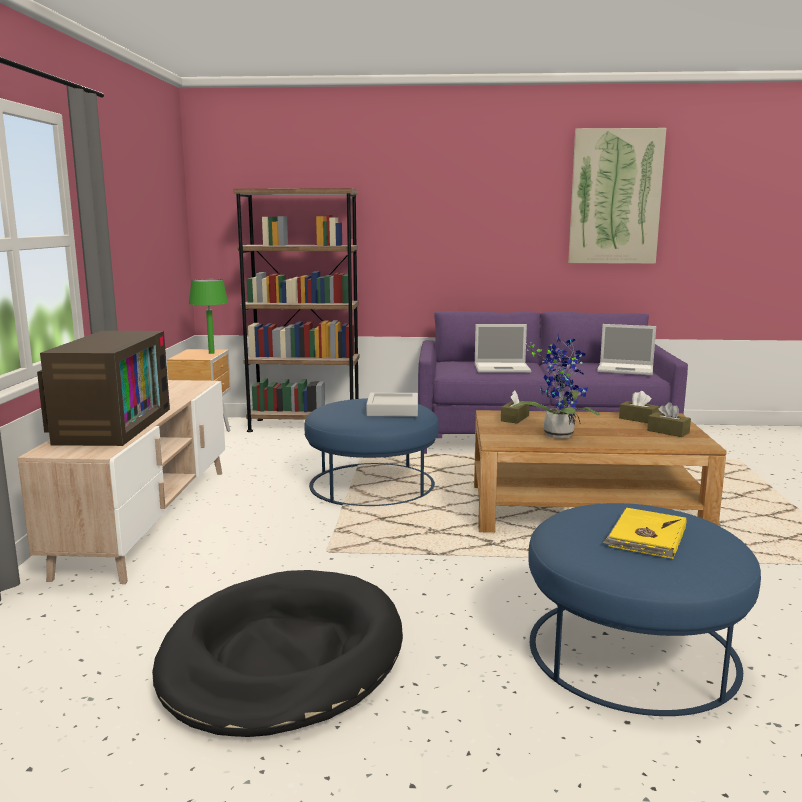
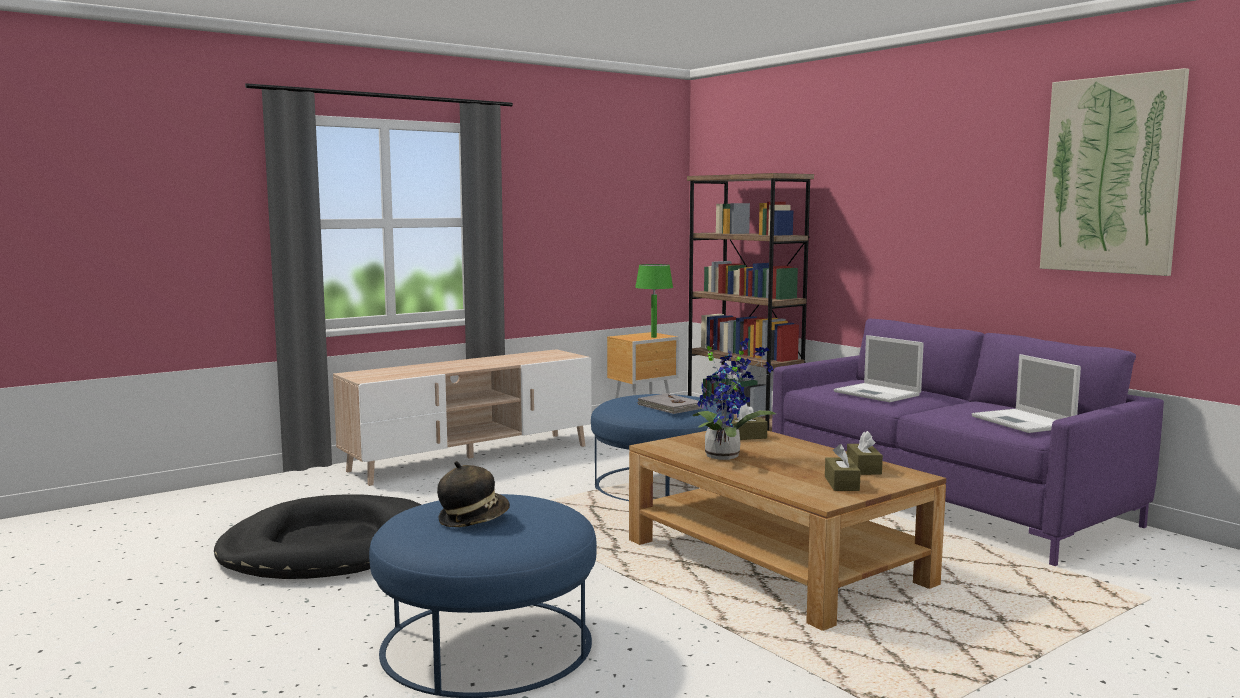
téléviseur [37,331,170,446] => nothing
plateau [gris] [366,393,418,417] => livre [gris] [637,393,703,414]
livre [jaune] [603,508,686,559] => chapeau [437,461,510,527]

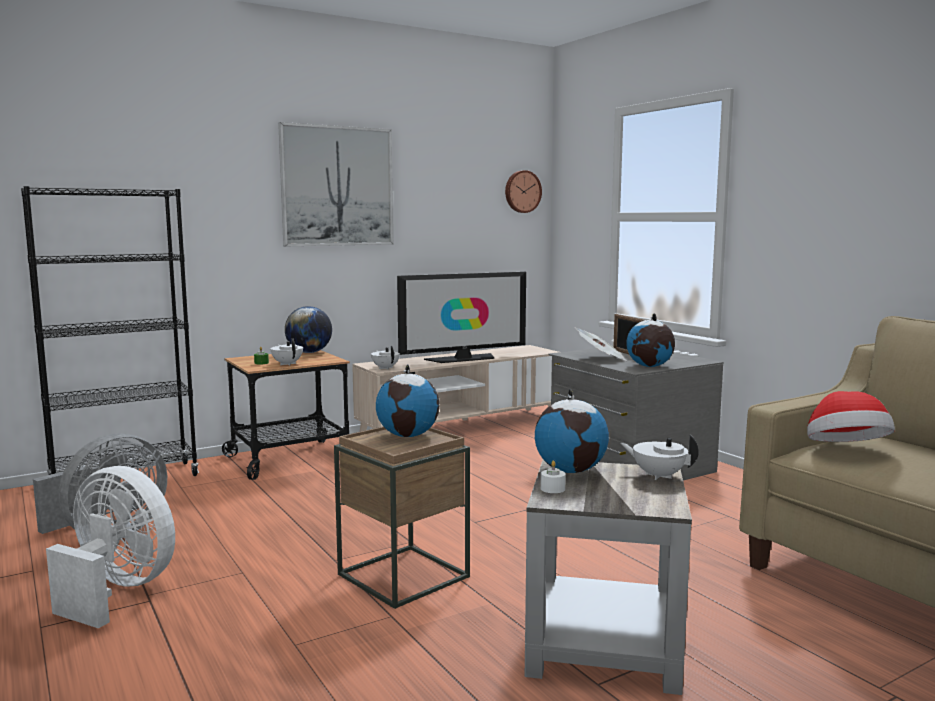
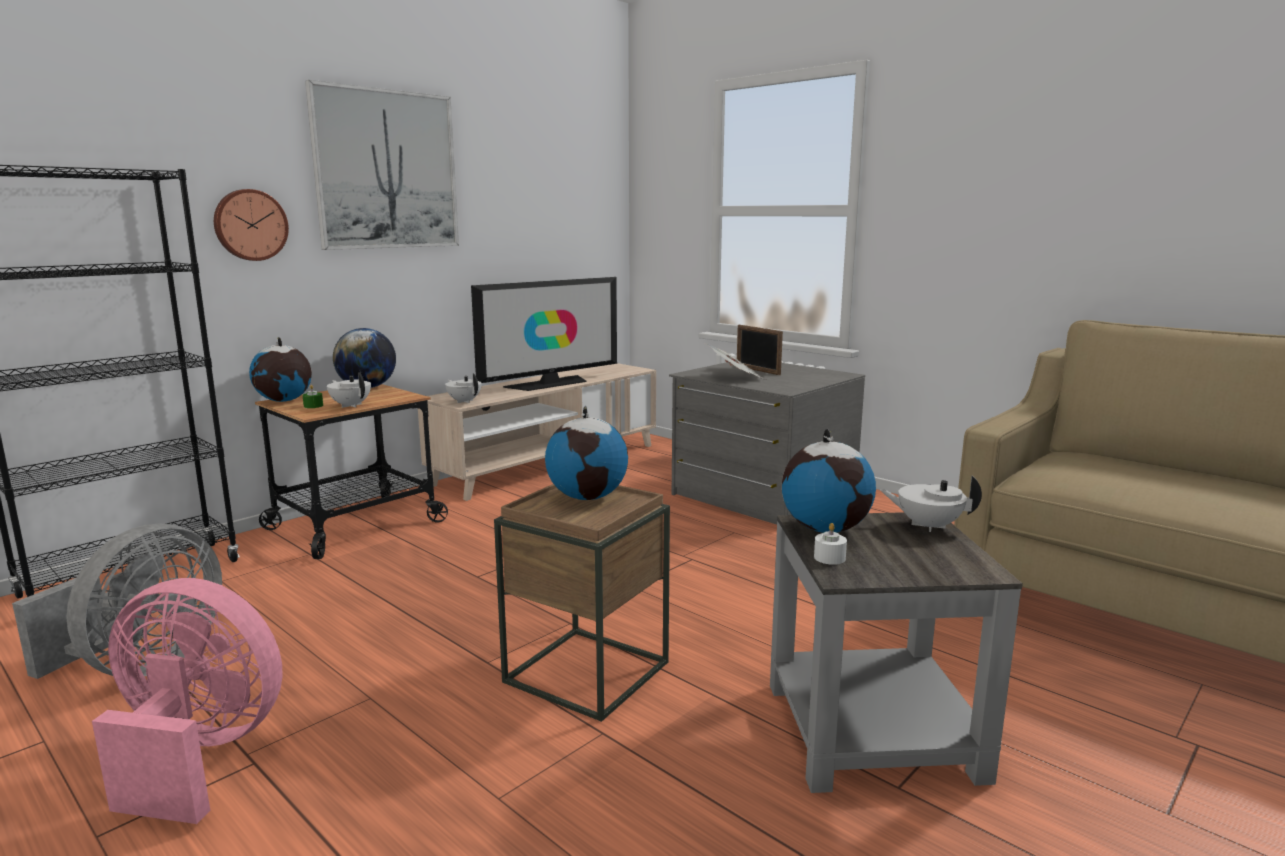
ventilateur [blanc] [46,466,175,629] => ventilateur [rose] [92,578,283,824]
horloge murale [505,170,542,213] => horloge murale [214,189,289,261], move
globe [626,313,675,367] => globe [249,337,312,402], move
chapeau [807,391,895,442] => nothing

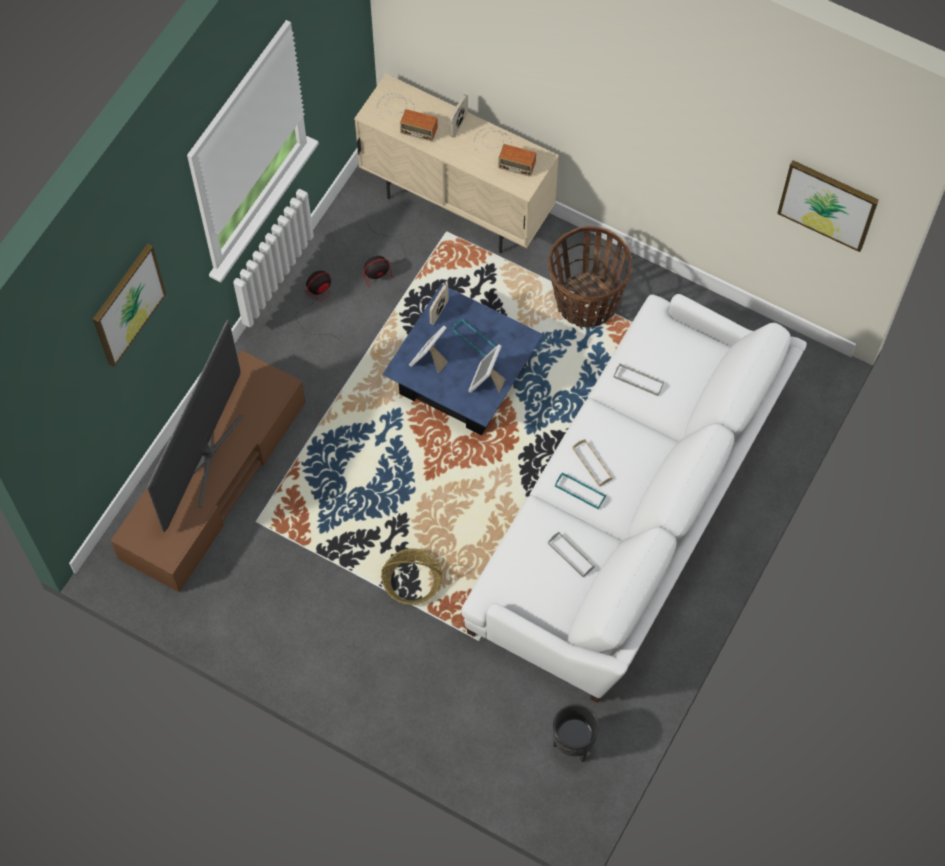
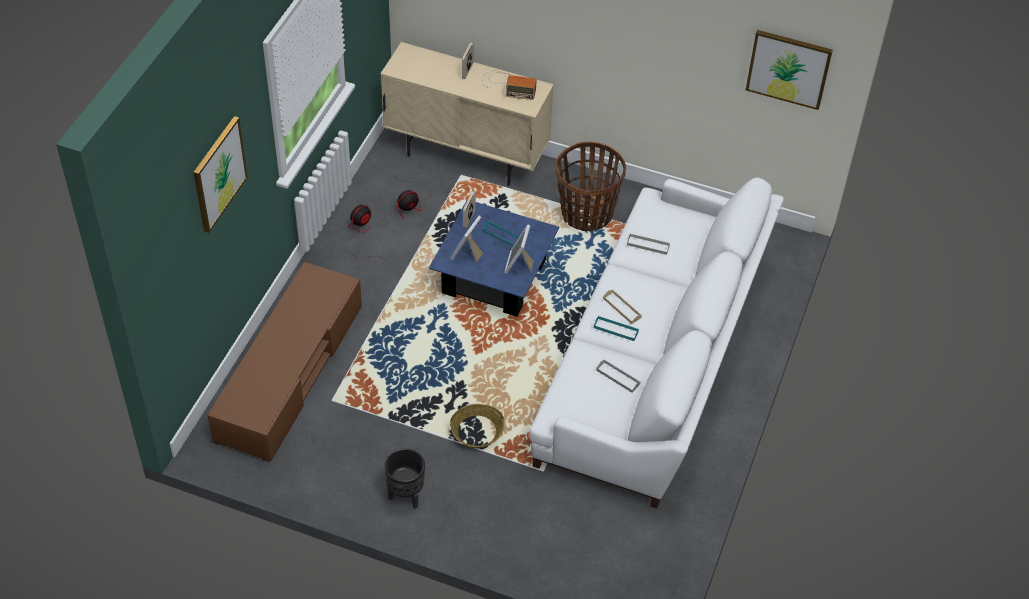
téléviseur [147,320,243,532] => nothing
radio [377,93,438,142] => nothing
cache-pot [noir] [553,704,599,762] => cache-pot [noir] [384,448,425,509], move

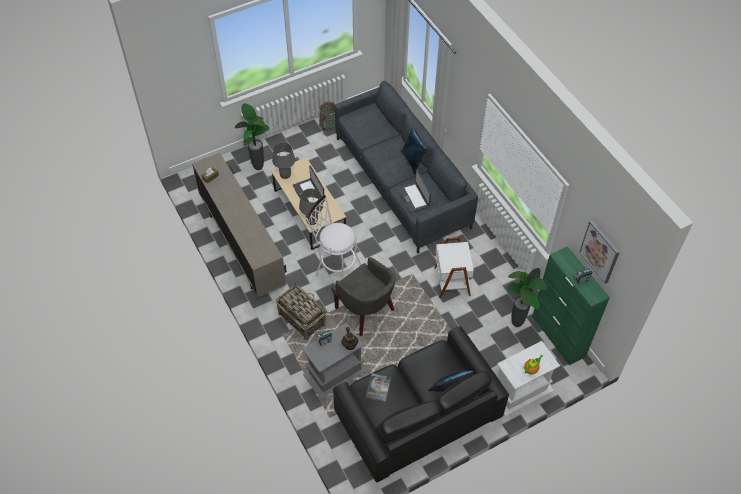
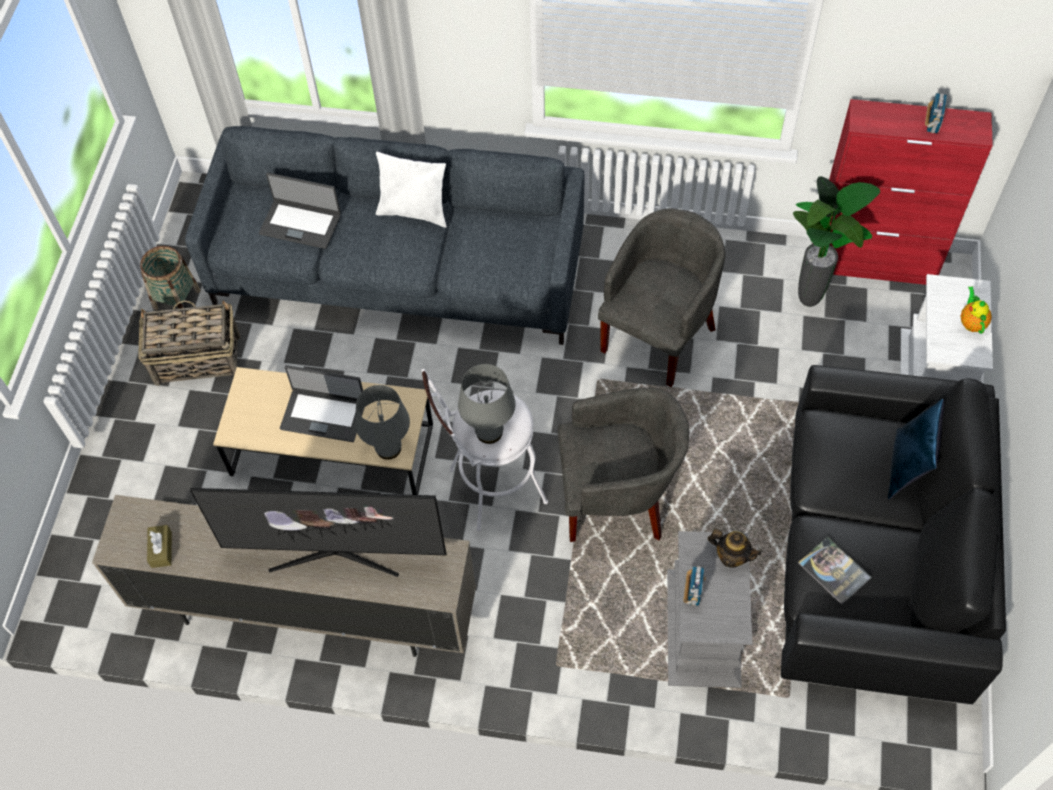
plante en pot [234,103,269,170] => nothing
lampe de table [gris] [272,143,295,179] => lampe de table [gris] [458,364,516,444], move
panier [276,283,326,340] => panier [138,300,241,386], move
ordinateur portable [397,169,431,213] => ordinateur portable [259,172,341,249], move
coussin [bleu] [401,127,427,174] => coussin [blanc] [376,151,447,228]
table d'appoint [blanc] [434,237,474,299] => fauteuil [gris] [598,208,725,387]
meuble de rangement [vert] [532,246,610,365] => meuble de rangement [rouge] [812,99,993,285]
tableau [579,220,620,284] => nothing
nothing => téléviseur [190,488,447,577]

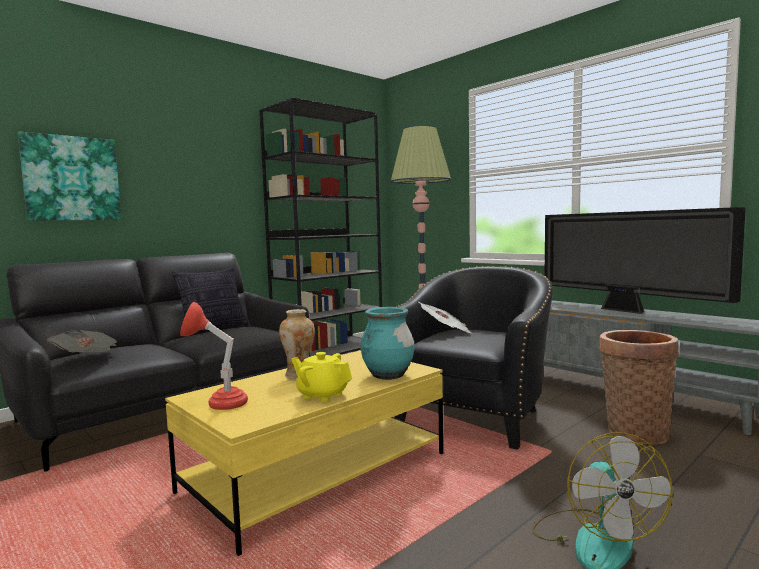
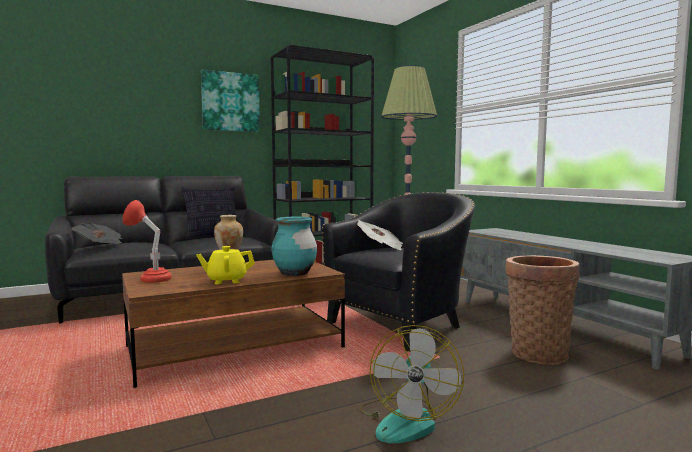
tableau [18,132,121,221] => tableau [201,70,260,132], move
table basse [jaune] [165,350,443,556] => table basse [marron] [122,260,345,388]
théière [jaune] [291,352,352,402] => théière [jaune] [196,246,255,284], 60 degrees counterclockwise
téléviseur [545,207,746,314] => nothing

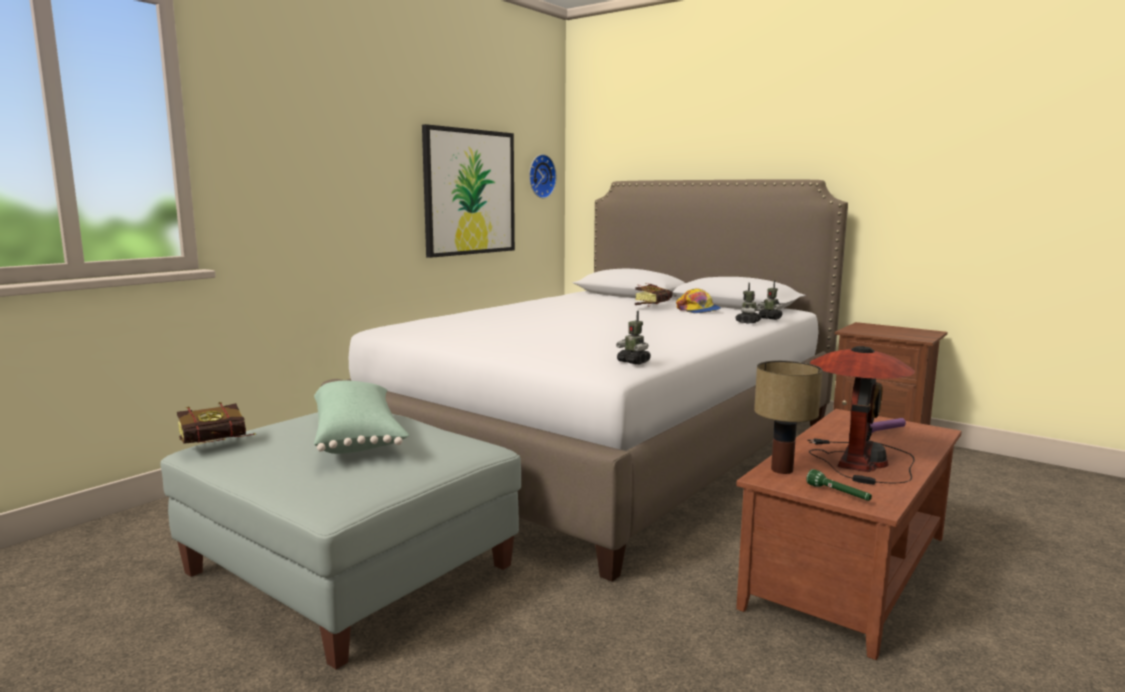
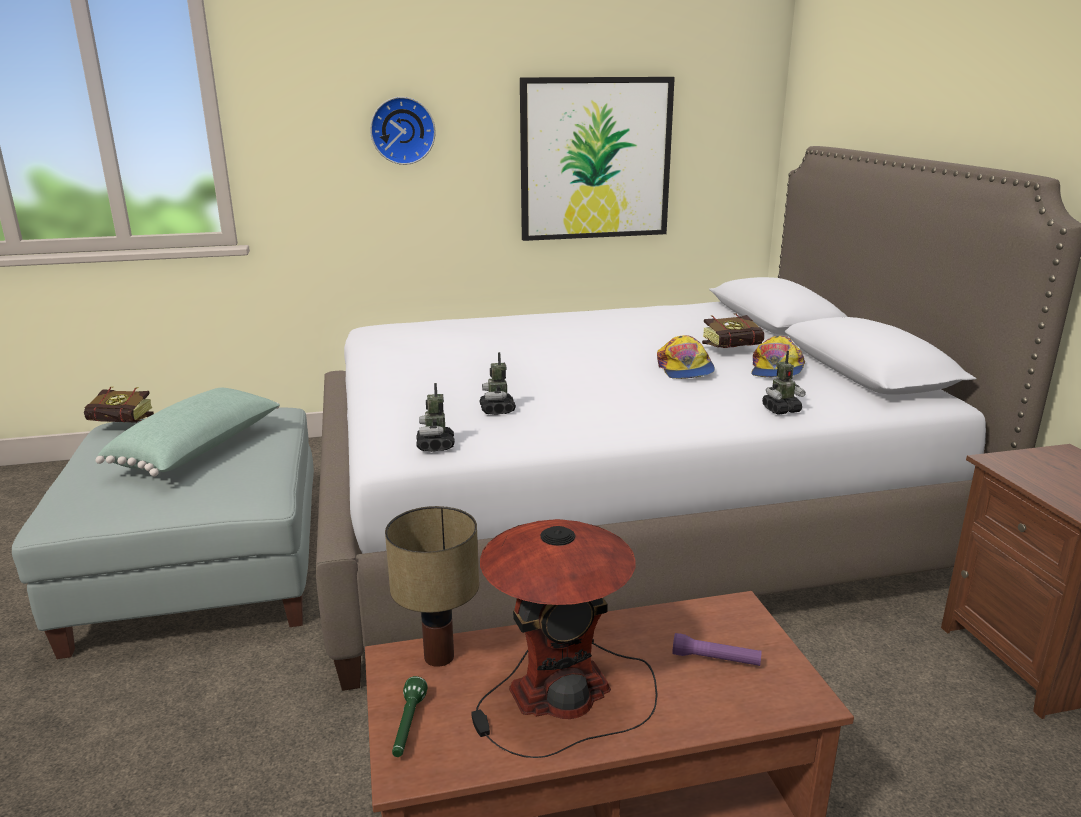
horloge murale [529,154,557,198] => horloge murale [370,97,435,165], move
robot jouet [758,280,782,320] => robot jouet [480,352,516,415], move
nothing => casquette [657,335,715,379]

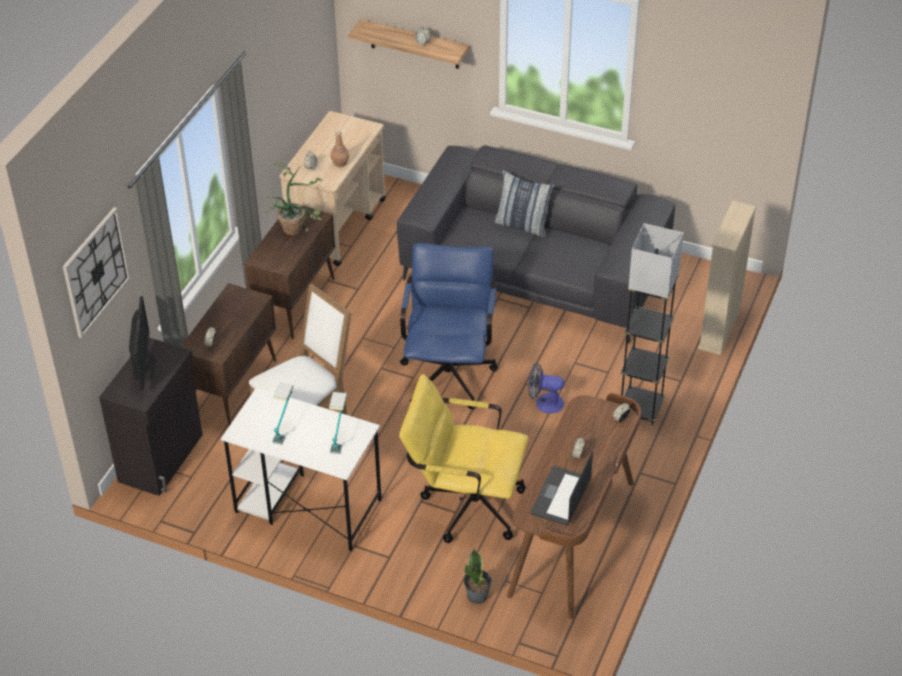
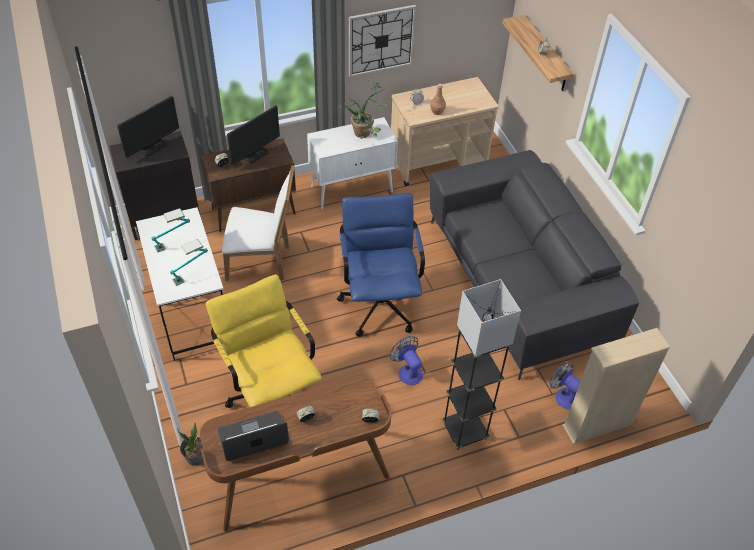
horloge murale [62,207,131,338] => horloge murale [349,5,416,77], move
meuble de rangement [marron] [244,206,335,339] => meuble de rangement [blanc] [307,117,398,209]
chaise de bureau [bleu] [400,243,499,409] => chaise de bureau [bleu] [337,193,425,337], 60 degrees counterclockwise
coussin [494,170,554,238] => nothing
nothing => écran d'ordinateur [227,105,280,165]
nothing => ventilateur [550,361,581,410]

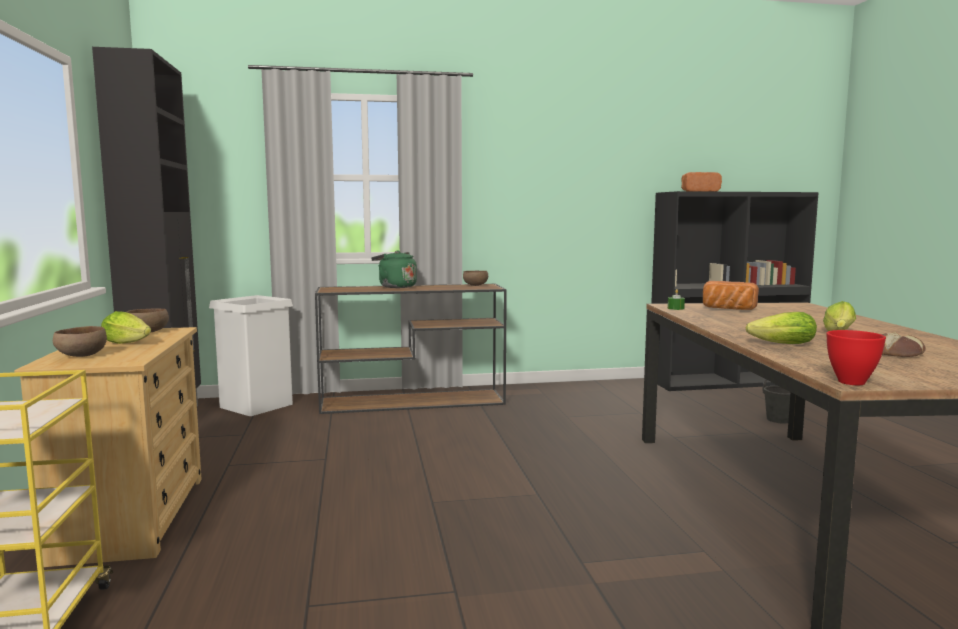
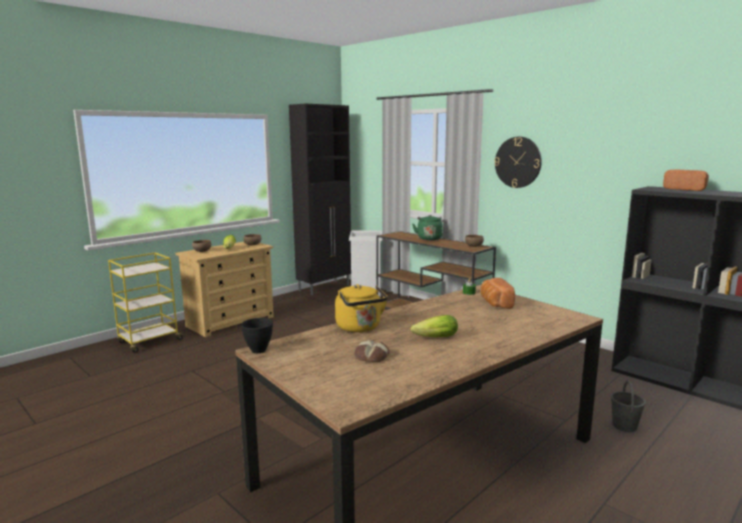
laitue [746,312,817,344] => bouilloire [jaune] [335,284,388,332]
bol [rouge] [826,330,886,385] => bol [noir] [241,318,273,353]
nothing => horloge murale [494,137,542,188]

